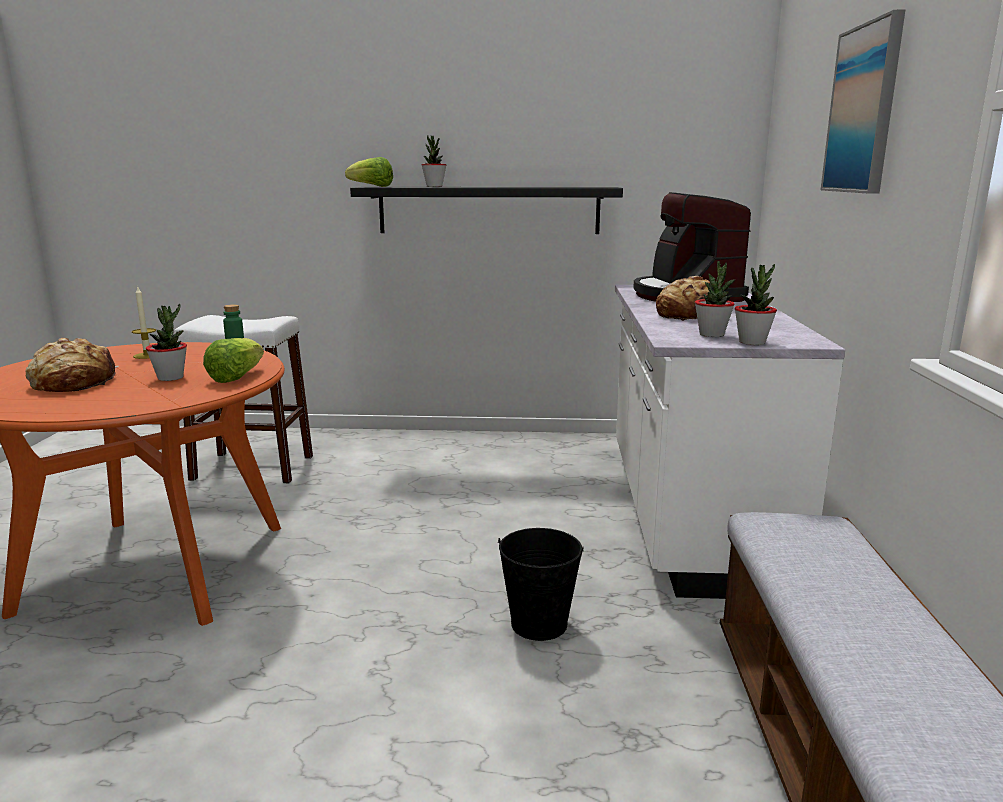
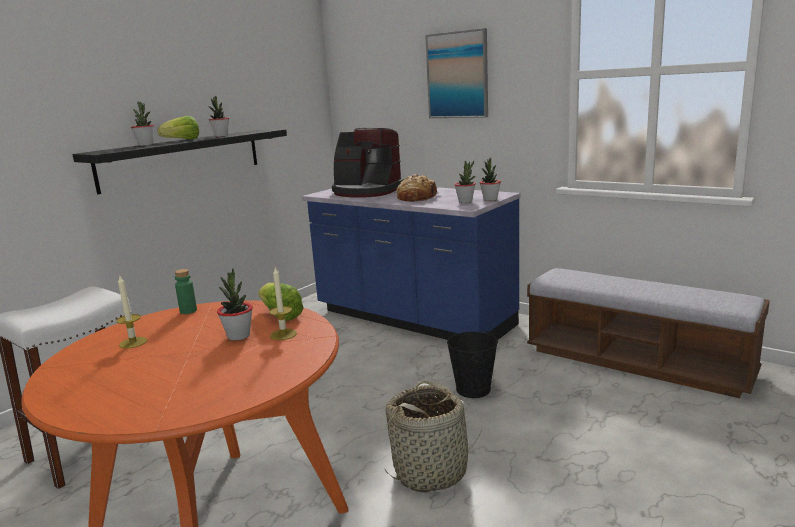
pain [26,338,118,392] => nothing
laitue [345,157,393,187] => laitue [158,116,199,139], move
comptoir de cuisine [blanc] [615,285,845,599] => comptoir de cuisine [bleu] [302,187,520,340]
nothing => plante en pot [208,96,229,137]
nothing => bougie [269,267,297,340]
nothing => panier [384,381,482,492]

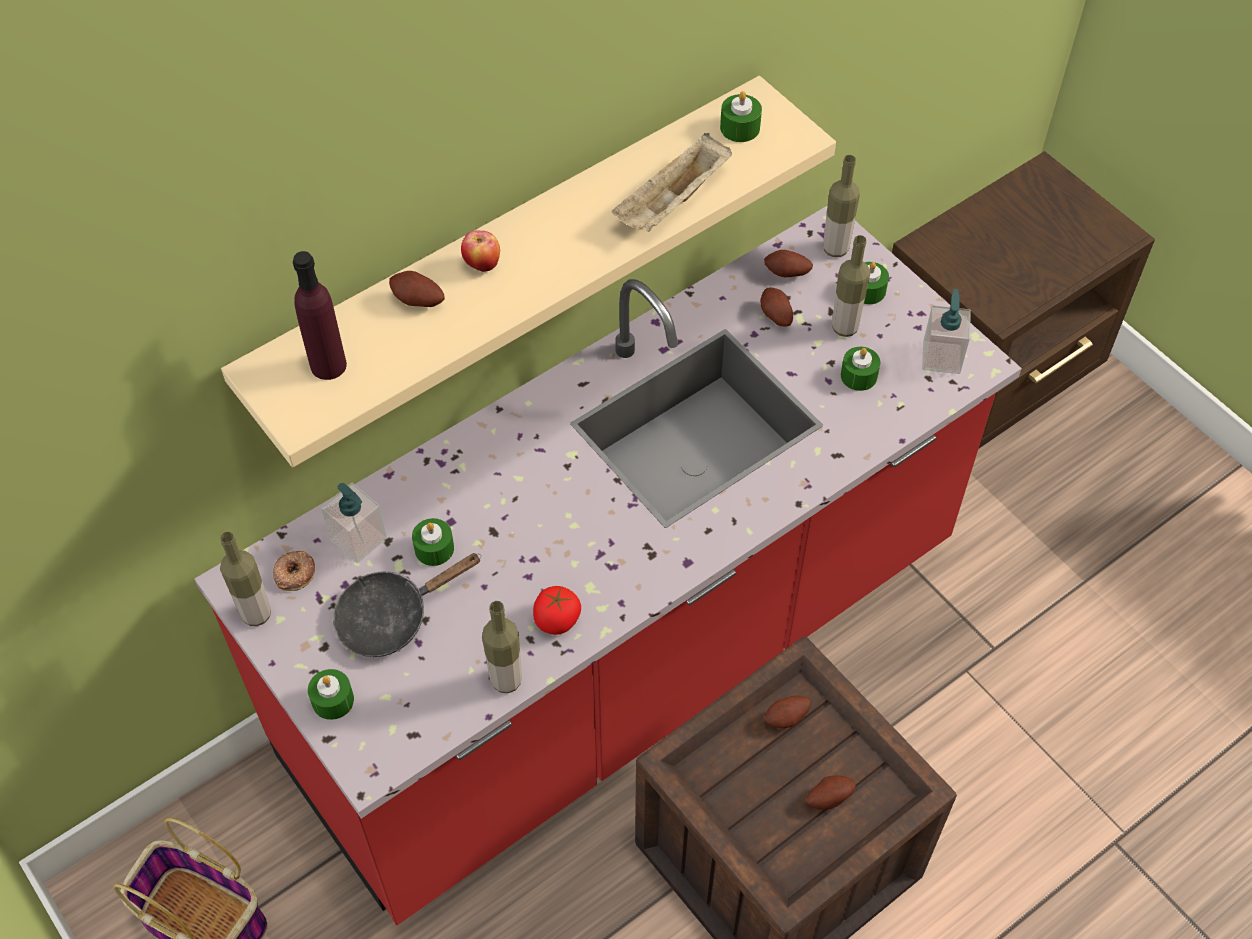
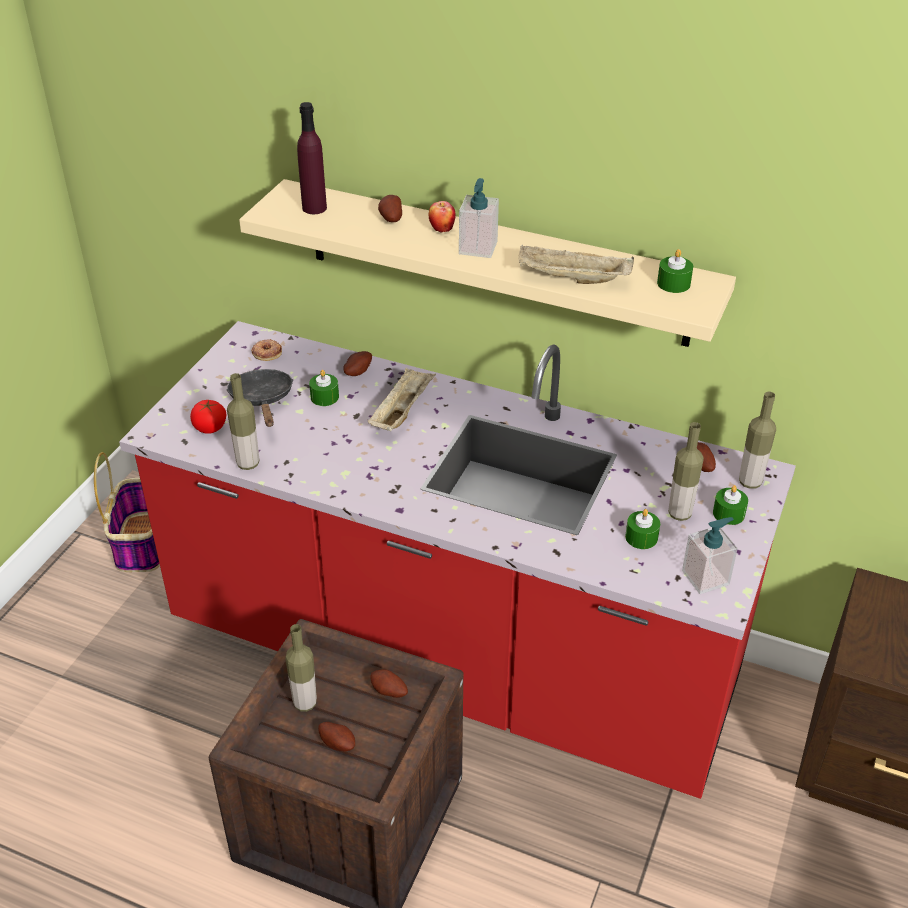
bouteille [220,532,271,626] => bouteille [285,624,317,712], move
bougie [vert] [308,669,354,720] => nothing
distributeur de savon [321,483,387,563] => distributeur de savon [459,178,499,258], move
poêle [noir] [333,553,481,657] => poêle [noir] [226,369,293,427], 45 degrees clockwise
tomate [533,586,581,635] => tomate [190,400,226,434], move
pomme de terre [760,288,793,327] => pomme de terre [343,351,372,376], move
nothing => plateau [beige] [368,367,436,431]

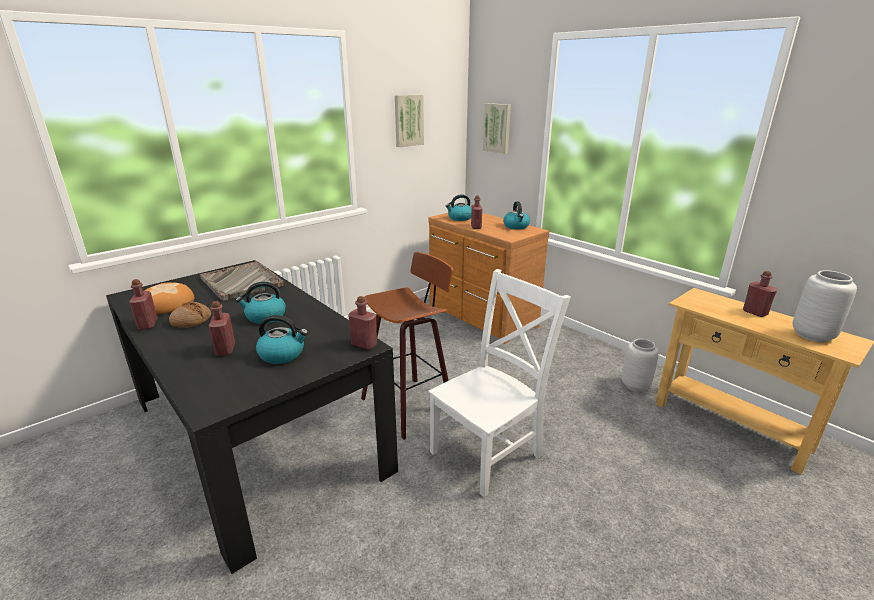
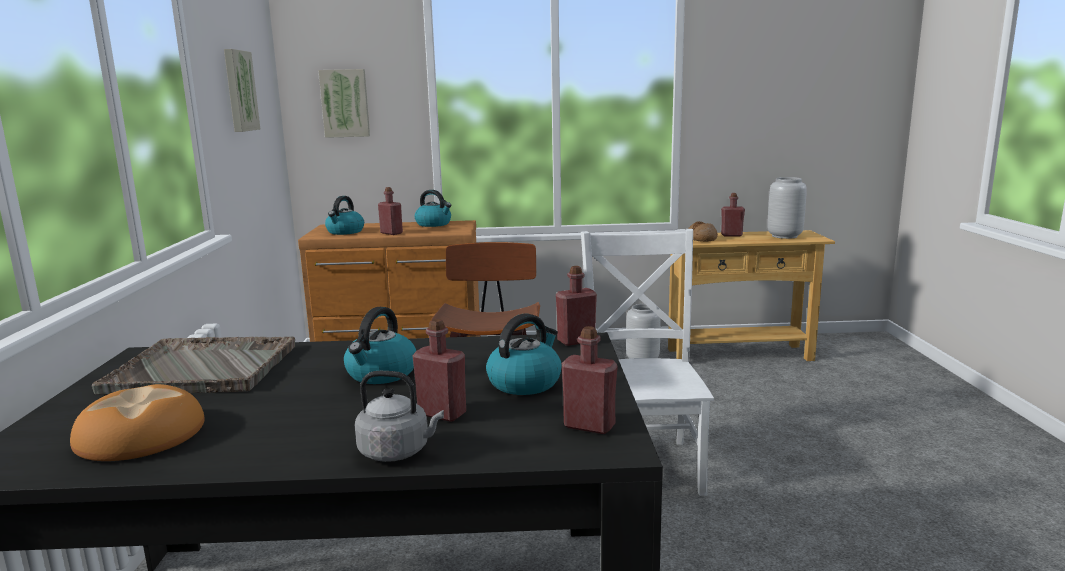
bouteille [rouge] [129,279,158,330] => bouteille [rouge] [562,326,618,434], move
pain [169,301,211,328] => pain [688,221,718,242], move
nothing => bouilloire [gris] [355,371,444,462]

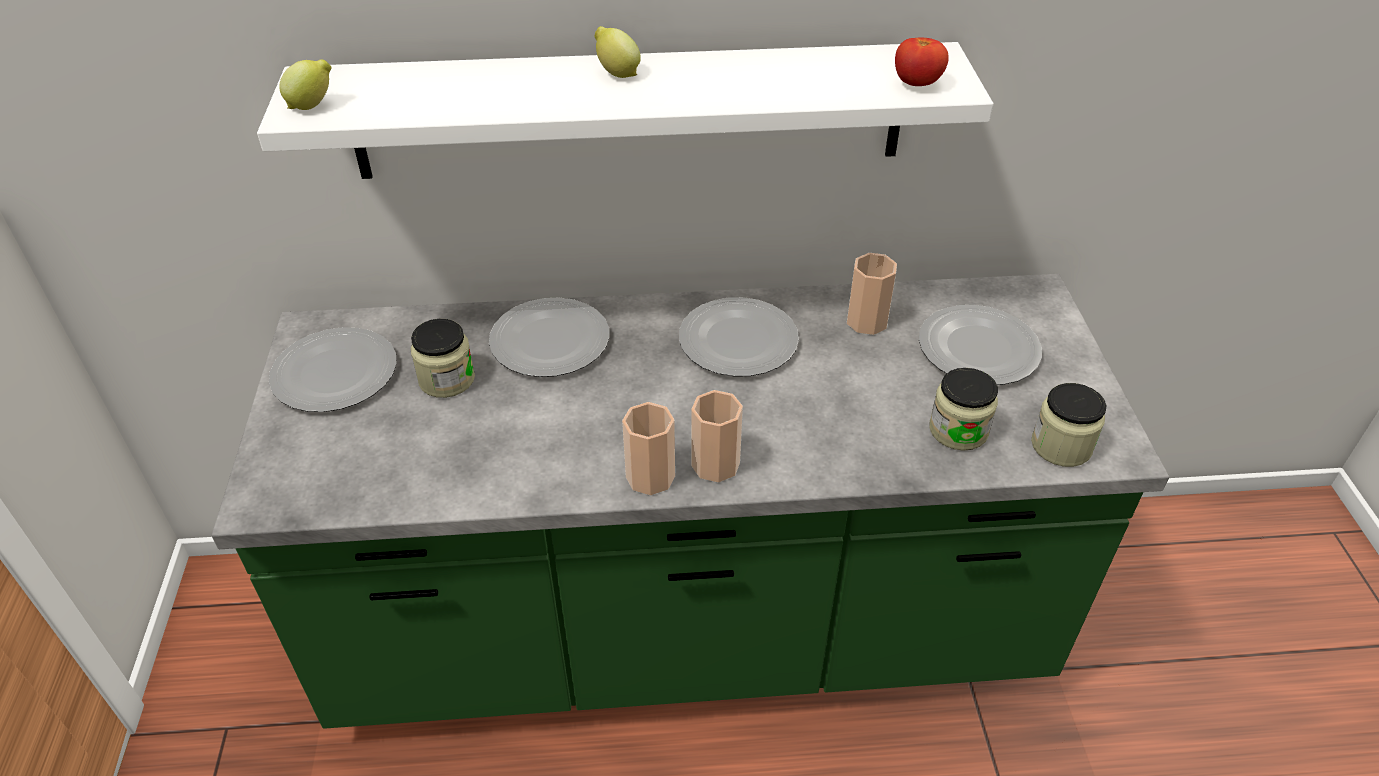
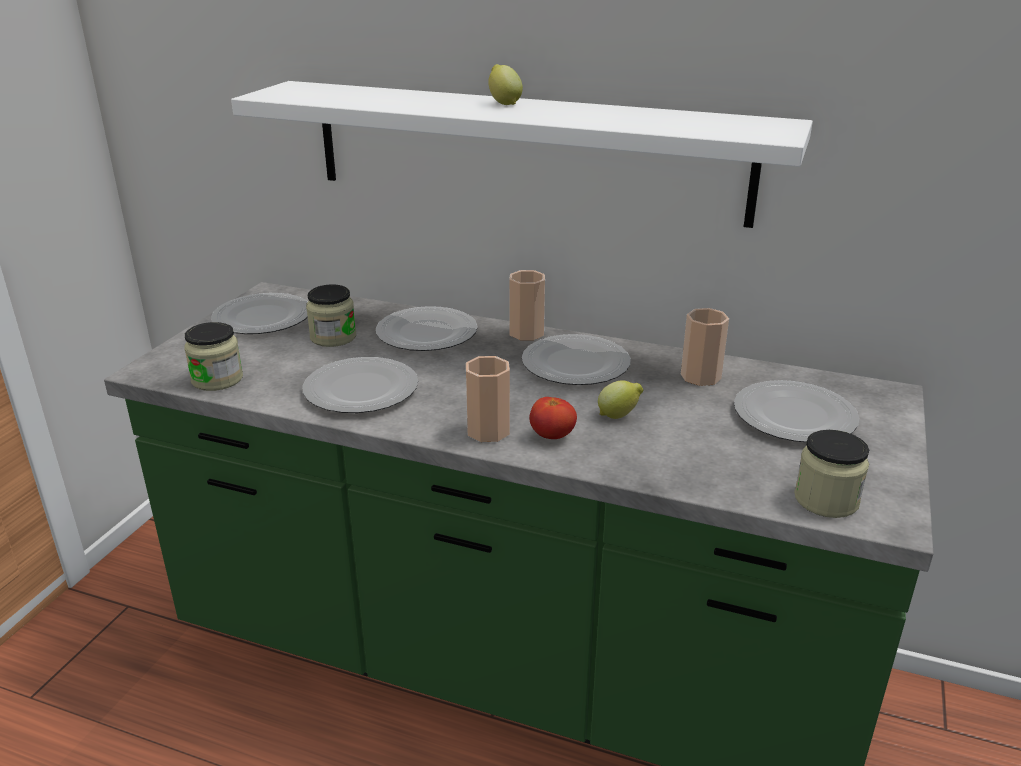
citron [279,59,332,110] => citron [598,380,644,419], move
tasse [622,402,675,495] => tasse [510,270,545,340], move
tomate [895,37,949,86] => tomate [529,397,577,439], move
bocal [929,368,998,451] => bocal [184,322,243,391], move
nothing => assiette [302,357,418,413]

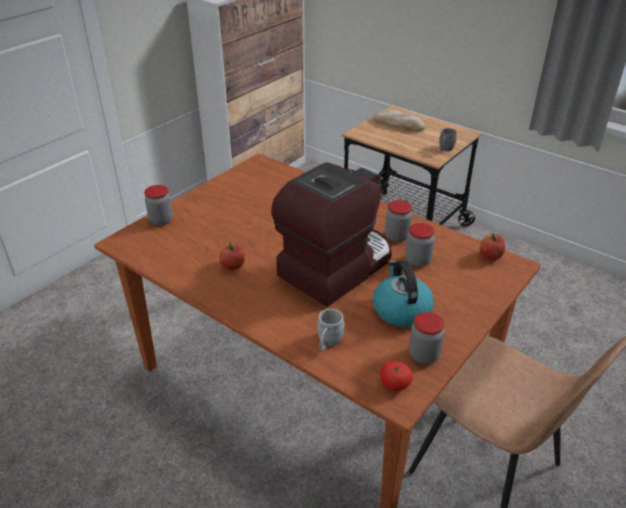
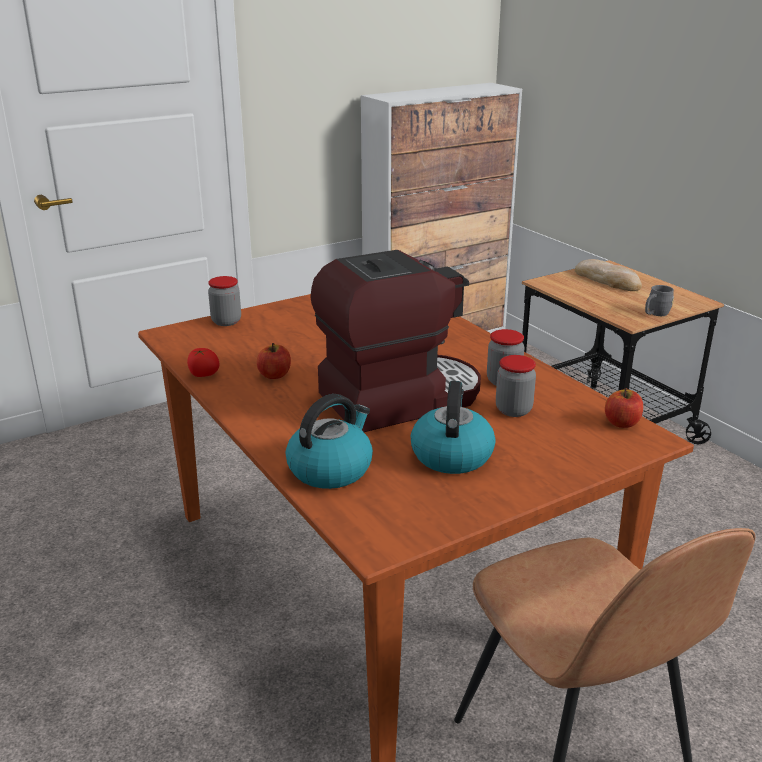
mug [gris] [317,309,345,351] => bouilloire [286,394,373,489]
tomate [380,361,413,391] => tomate [187,348,220,377], move
bocal [409,312,445,364] => nothing

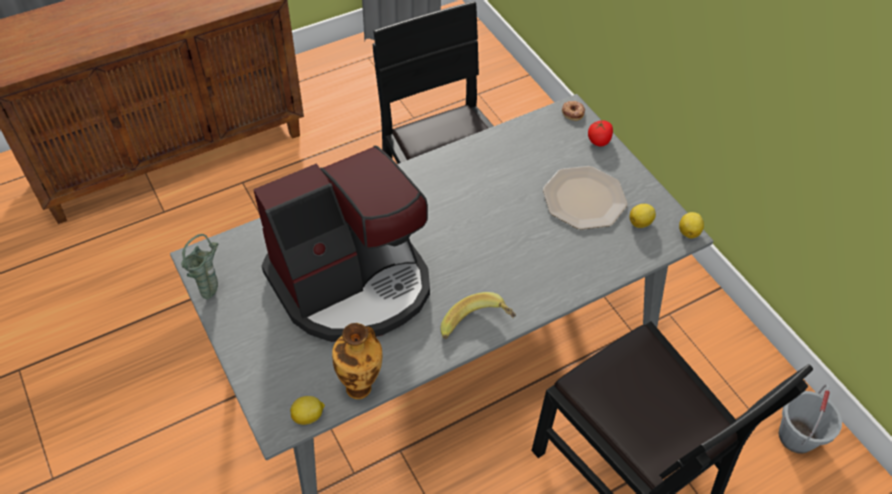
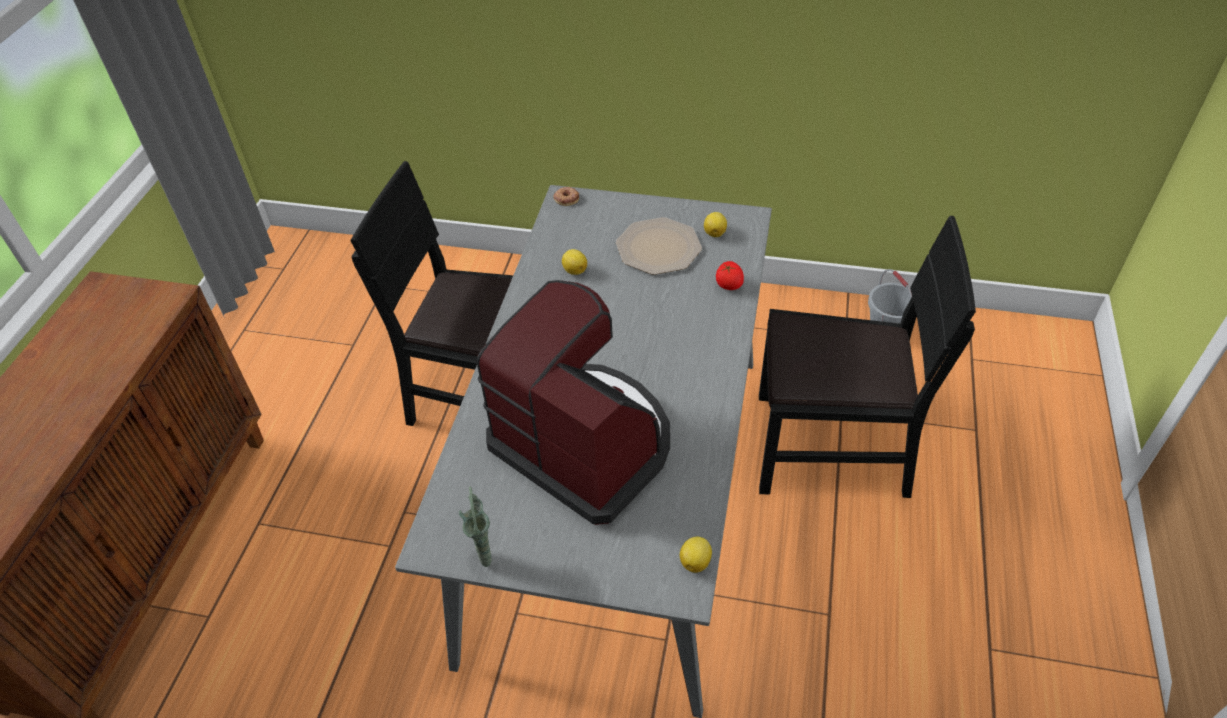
machine à café [253,146,430,342] => machine à café [477,280,670,525], 60 degrees counterclockwise
vase [332,323,382,399] => nothing
banane [440,292,516,339] => nothing
tomate [588,120,613,146] => tomate [716,261,744,290], move
citron [679,212,704,238] => citron [562,249,587,275], move

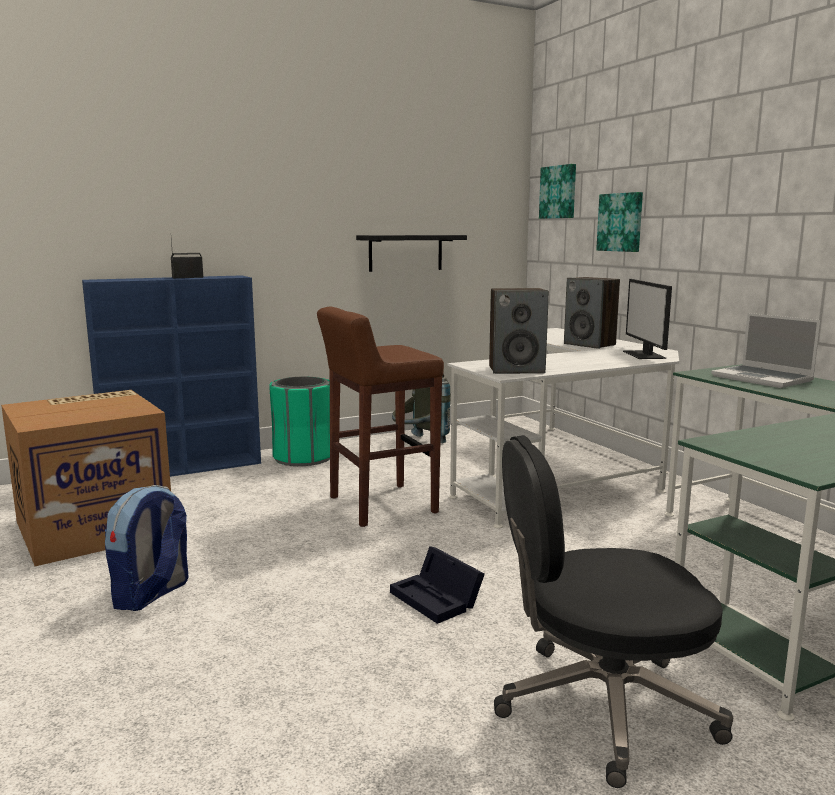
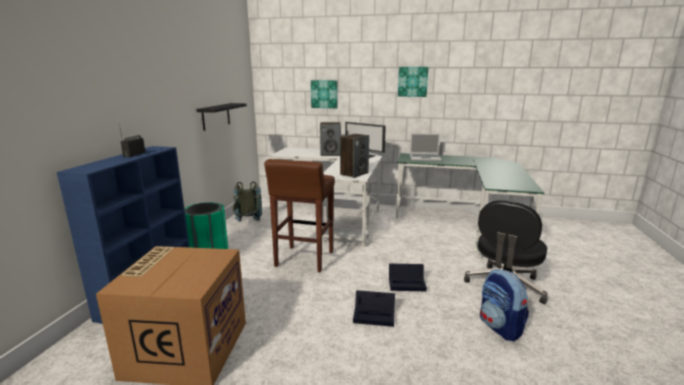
sac à dos [105,485,189,611] => sac à dos [480,269,529,341], move
tableau [539,164,576,219] => tableau [398,67,428,97], move
nothing => boîte de rangement [noir] [353,290,395,327]

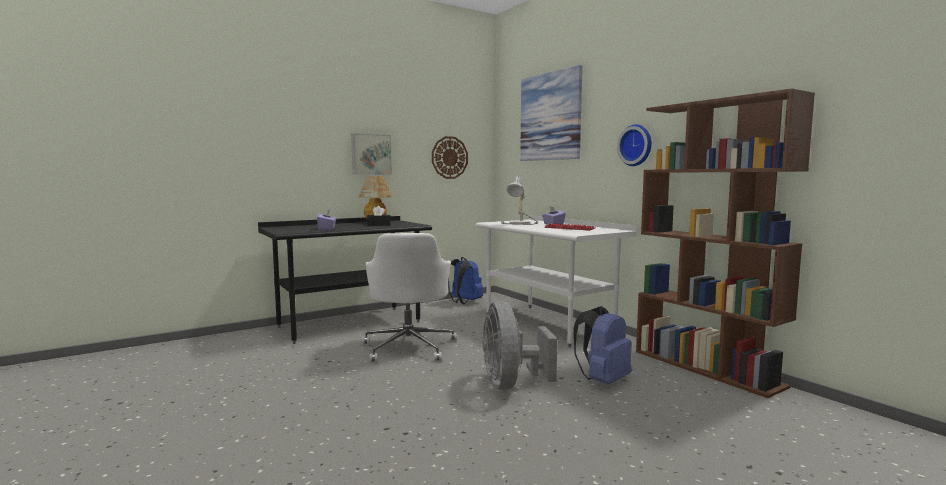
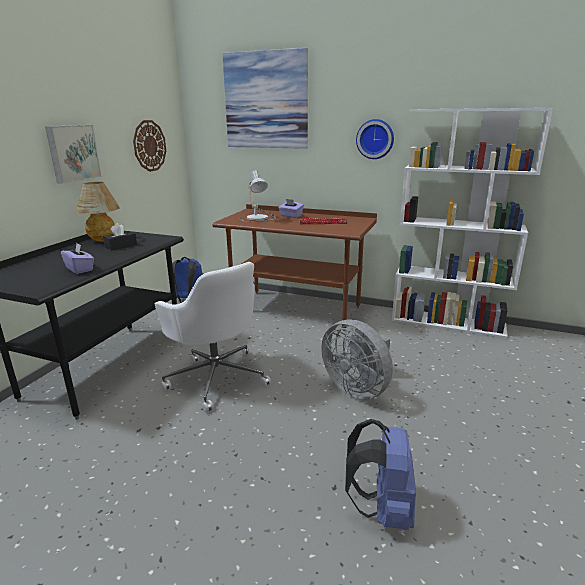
bureau [blanc] [476,215,637,347] => bureau [marron] [212,204,377,331]
sac à dos [bleu] [573,306,632,384] => sac à dos [bleu] [345,419,416,530], move
bibliothèque [marron] [636,89,815,398] => bibliothèque [blanc] [392,108,553,338]

